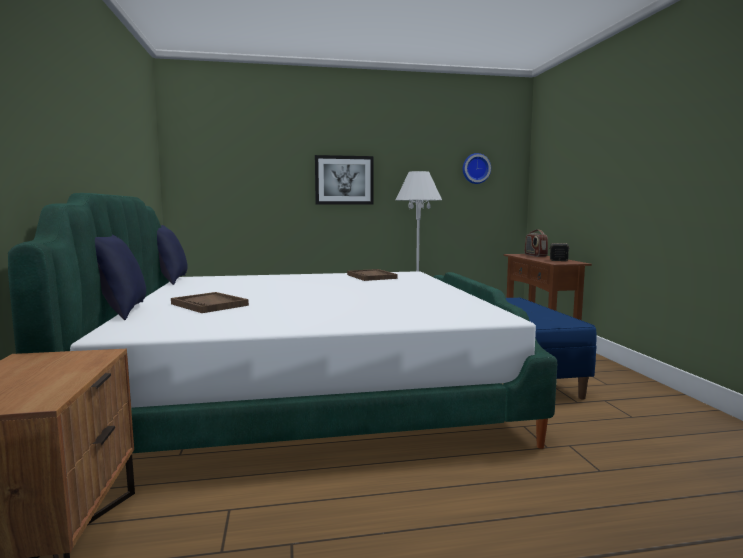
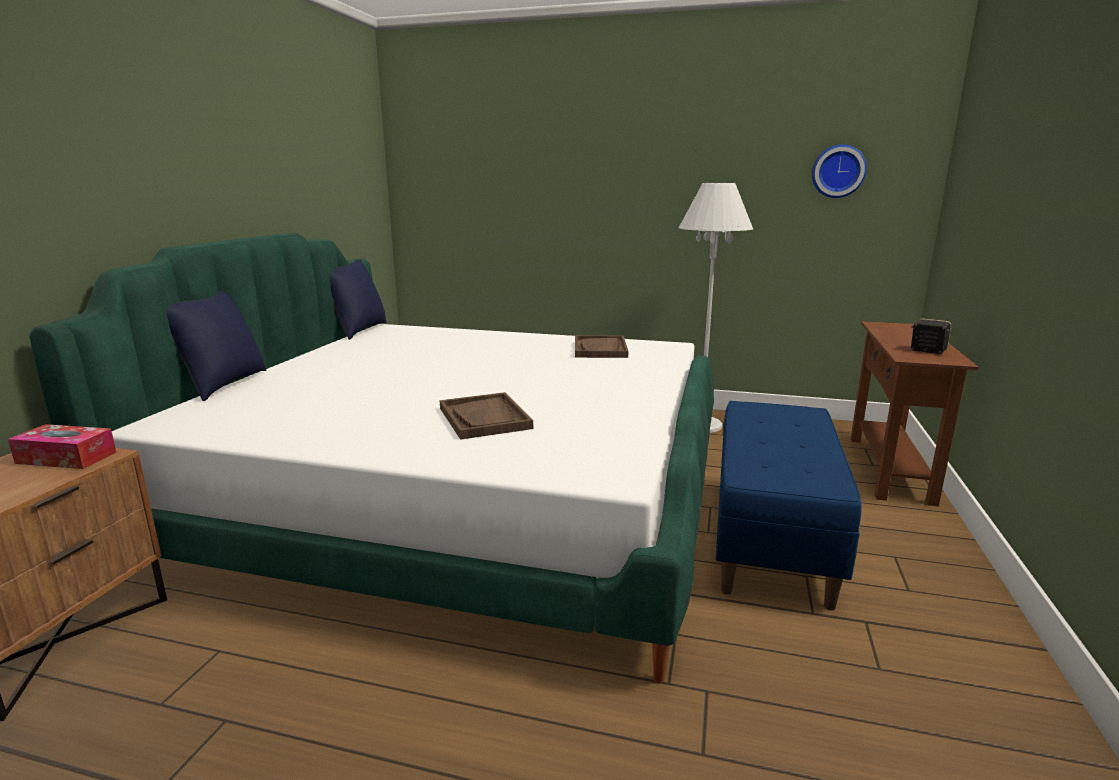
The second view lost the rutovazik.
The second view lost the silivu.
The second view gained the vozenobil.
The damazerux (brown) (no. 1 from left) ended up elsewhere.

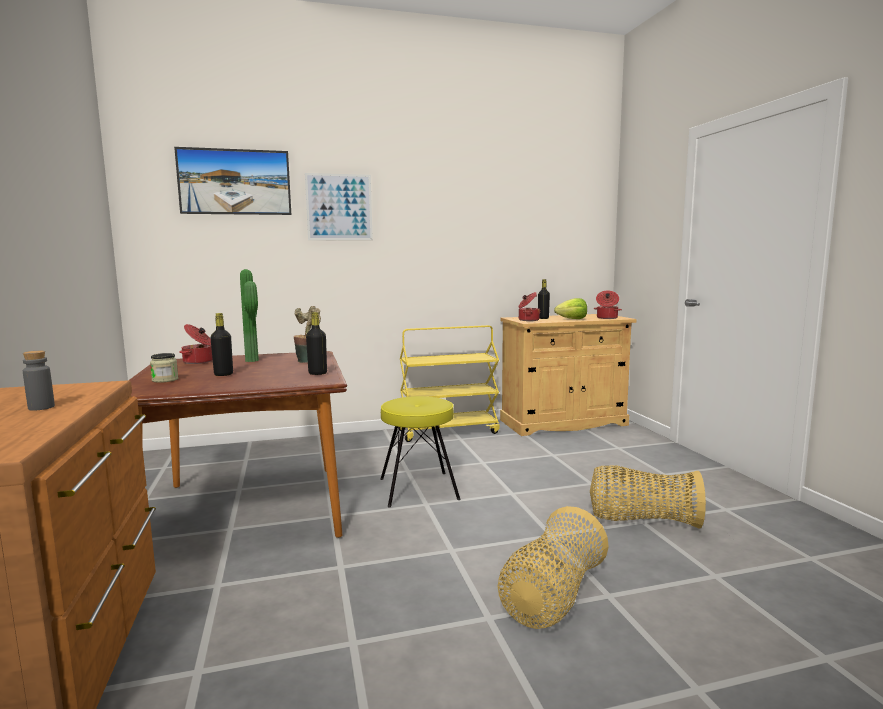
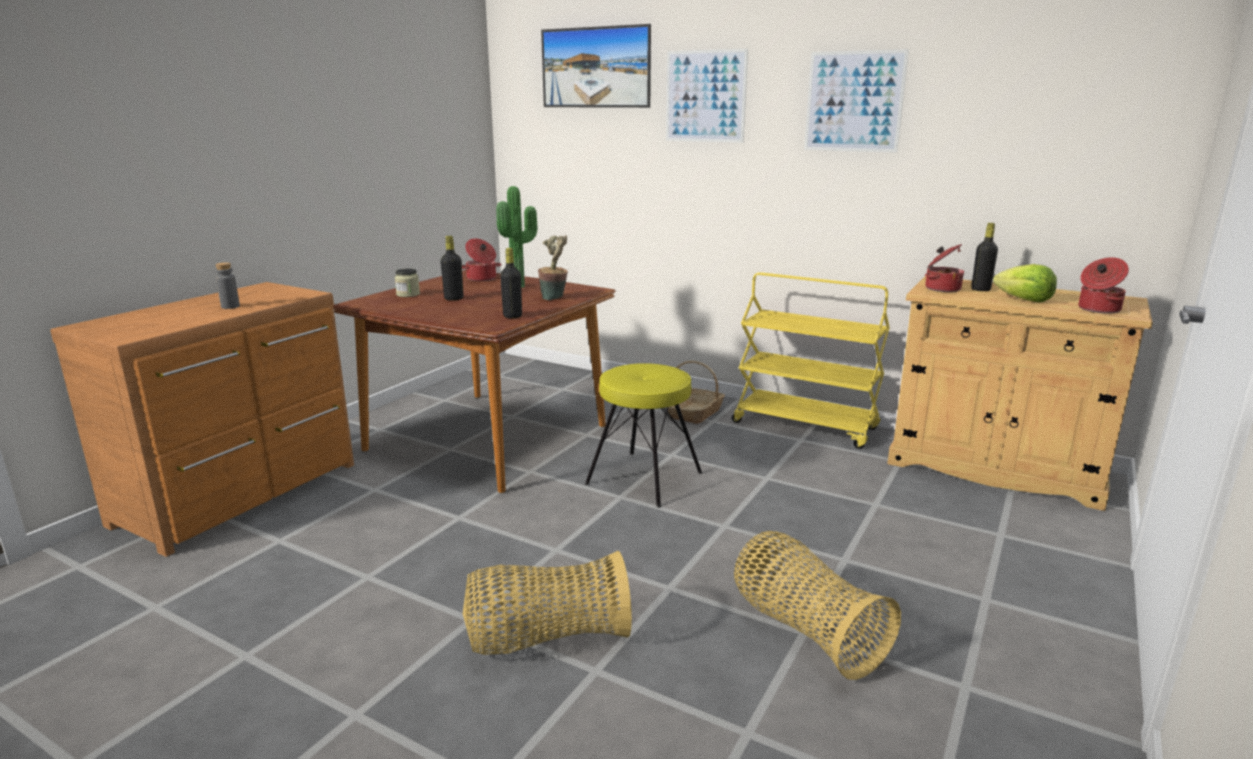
The second view gained the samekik (no. 2 from left).
The second view gained the rutovazik (no. 3 from left).

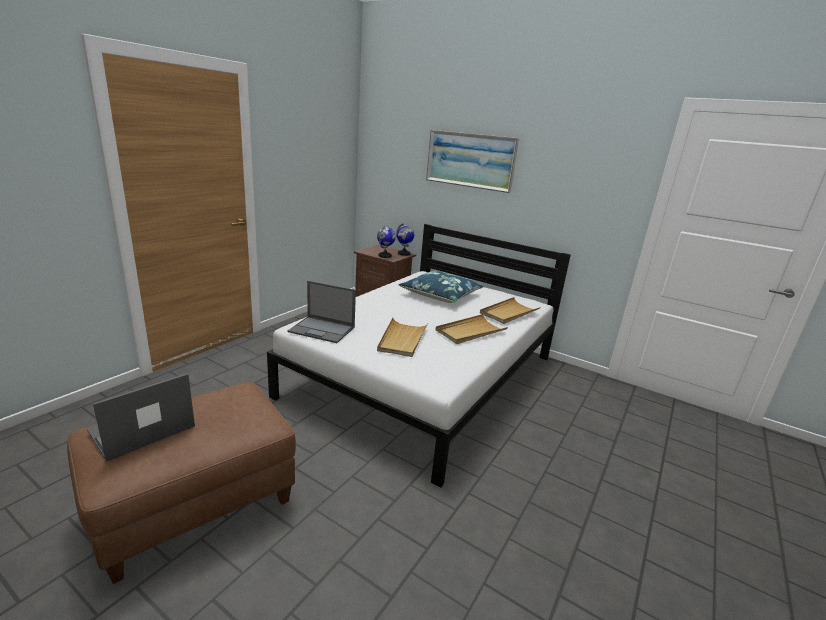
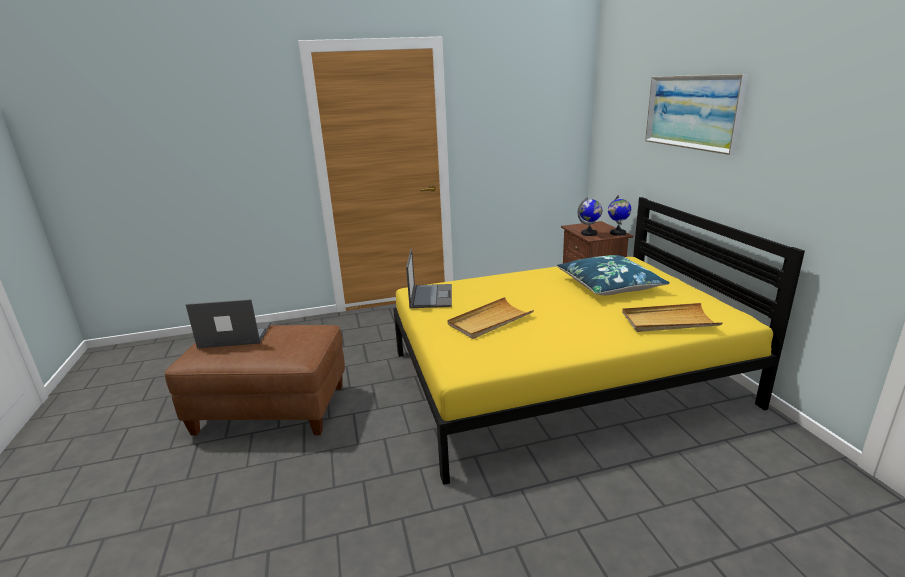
The second view lost the damazerux (beige) (no. 2 from left).
What was the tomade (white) turned into the tomade (yellow).
The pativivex (no. 2 from left) ended up facing another way, 150 degrees counterclockwise from before.

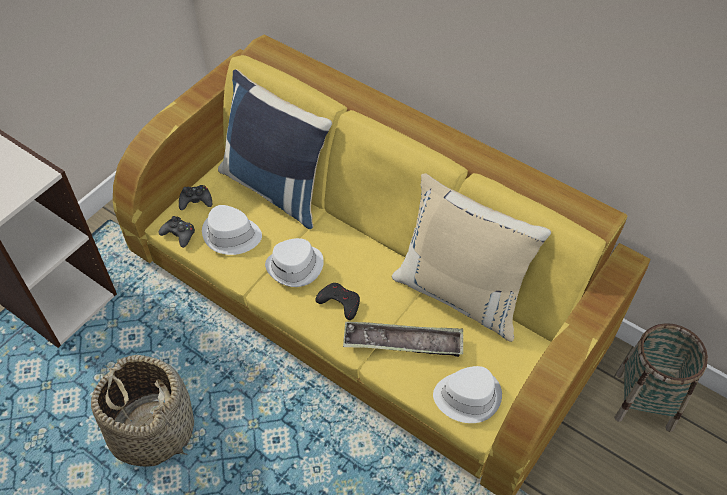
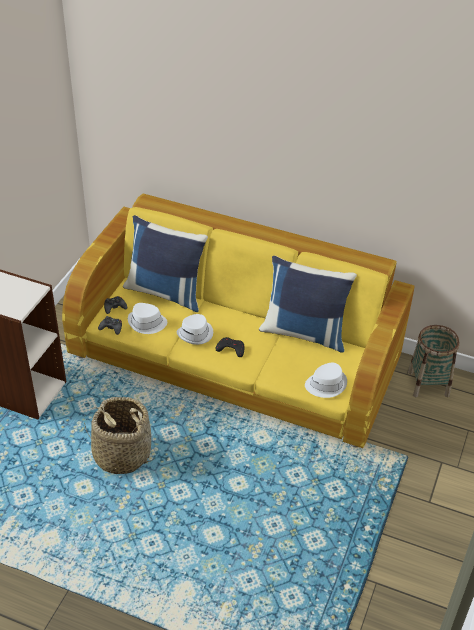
The second view lost the damazerux.
What was the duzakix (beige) turned into the duzakix (blue) (no. 2 from left).

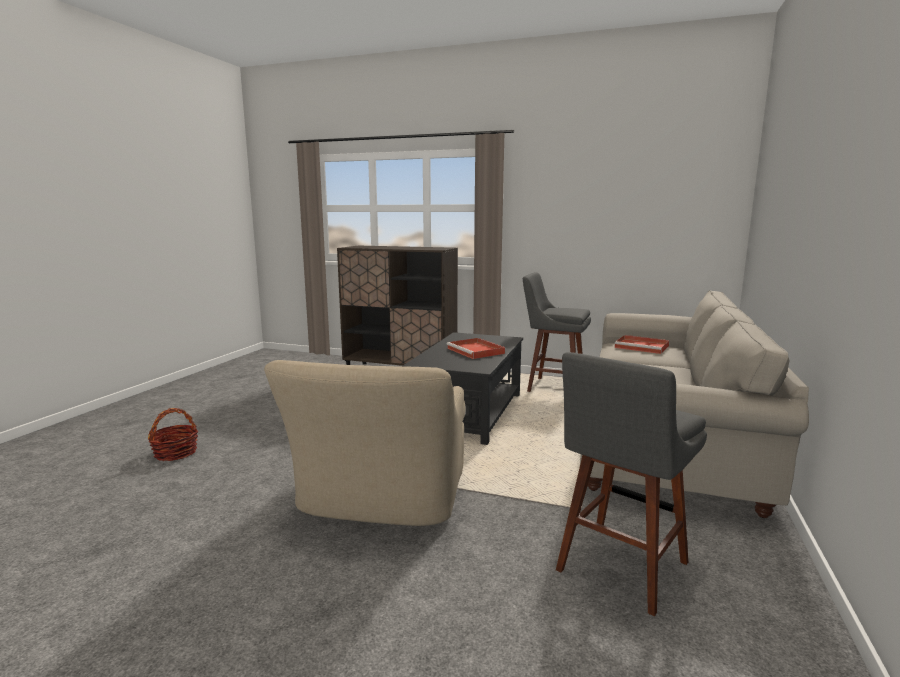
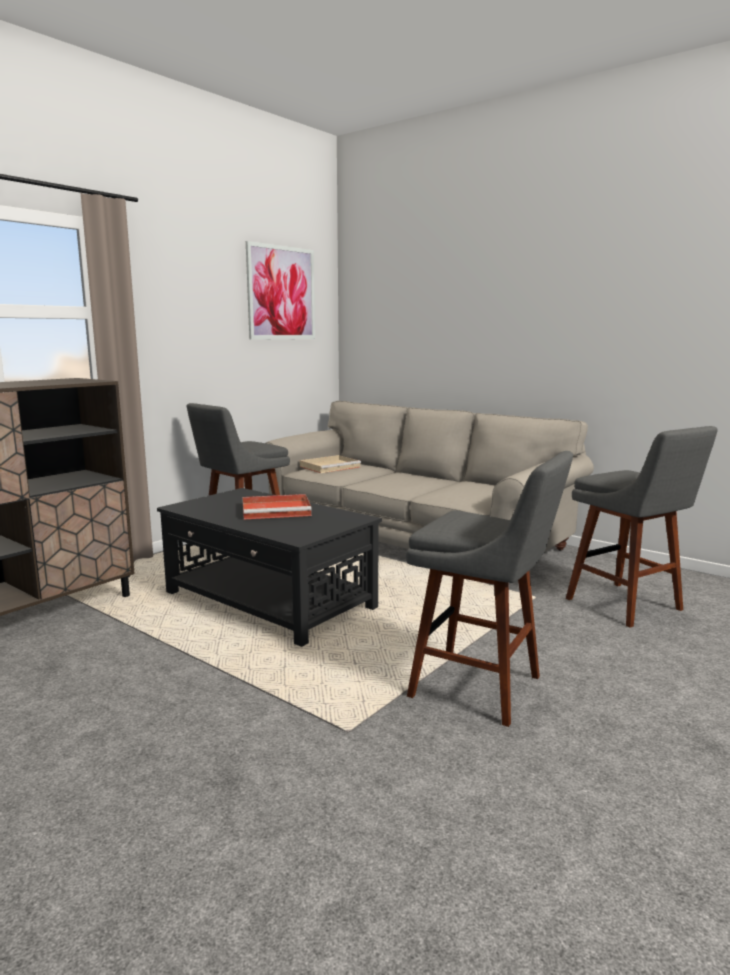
The second view lost the samekik.
The second view gained the rutovazik.
Where the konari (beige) stood, the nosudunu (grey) (no. 2 from left) came to stand.
What was the damazerux (red) (no. 2 from left) turned into the damazerux (beige).

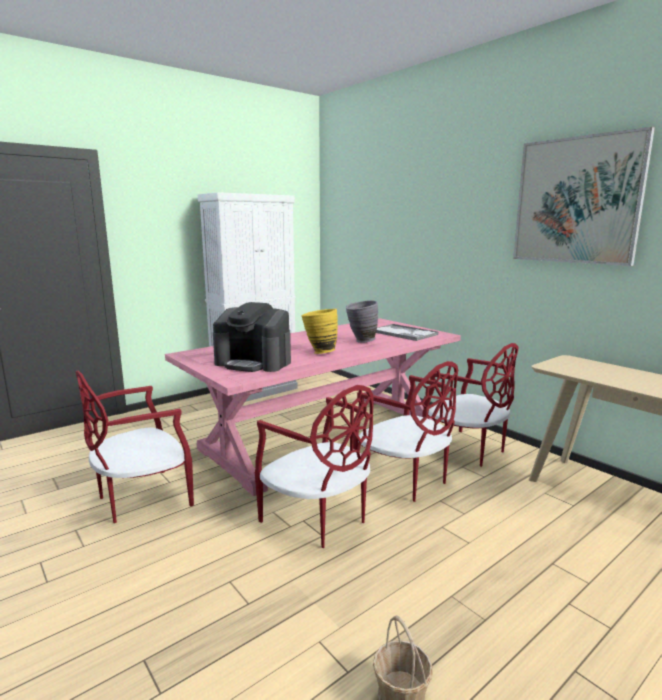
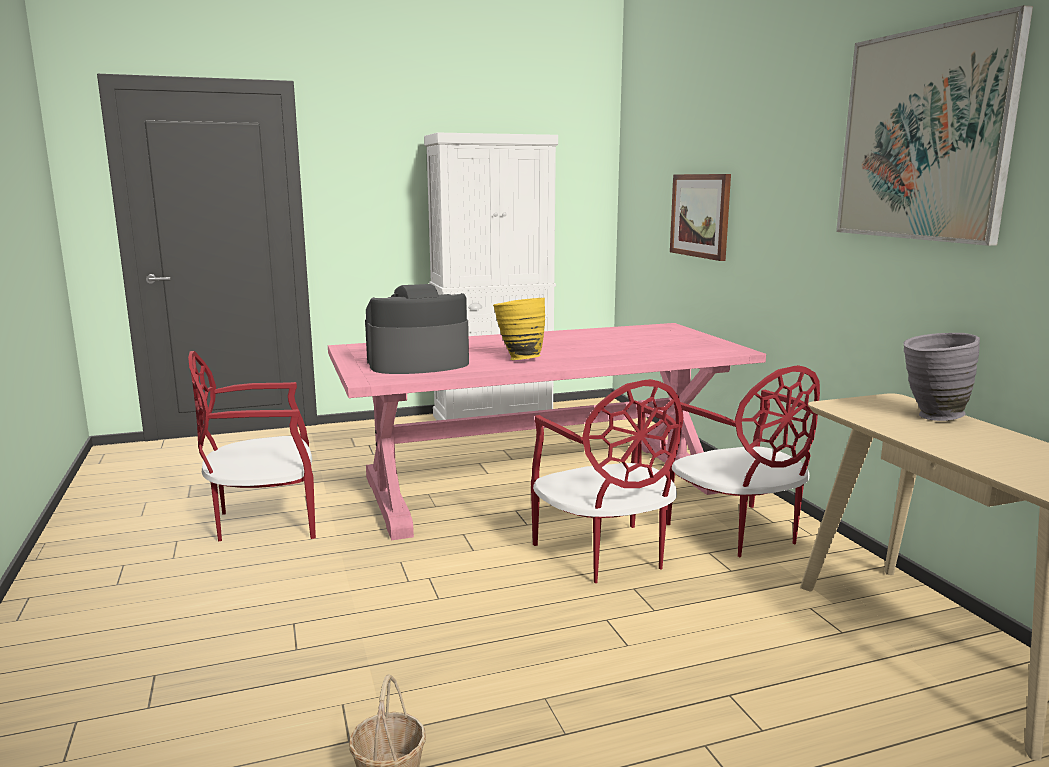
The second view lost the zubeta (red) (no. 2 from left).
The second view lost the damazerux.
The second view gained the rutovazik (no. 1 from left).
The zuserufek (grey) ended up elsewhere.
The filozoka ended up facing another way, 120 degrees clockwise from before.

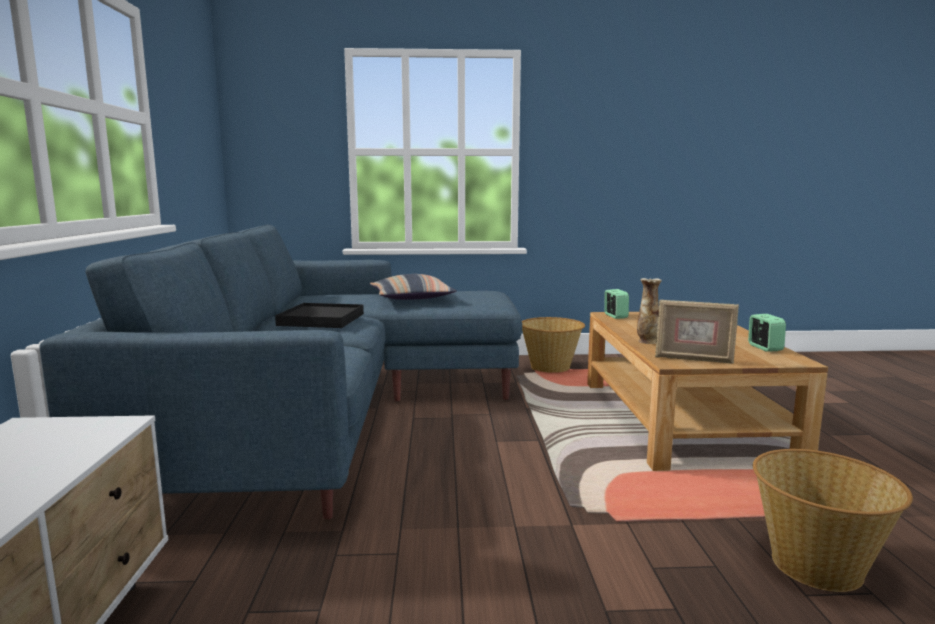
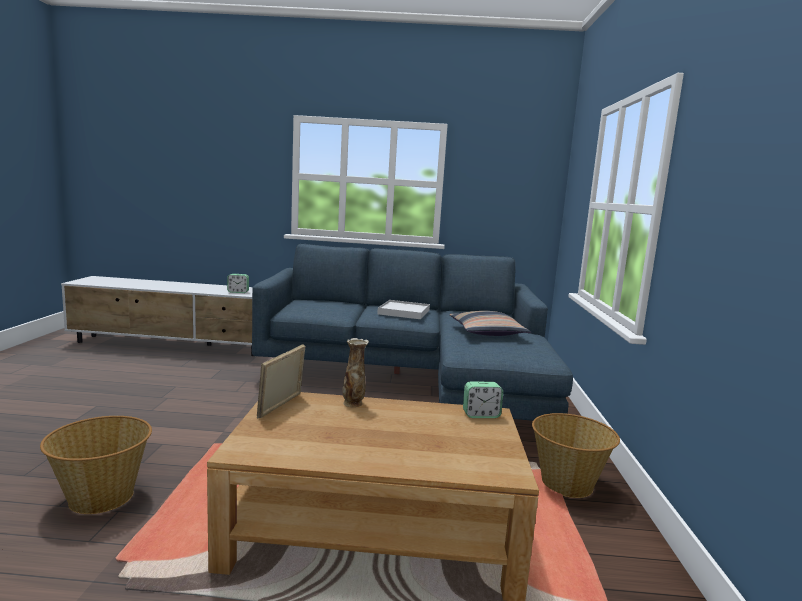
The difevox (no. 2 from left in the first image) ended up elsewhere.
What was the damazerux (black) turned into the damazerux (white).

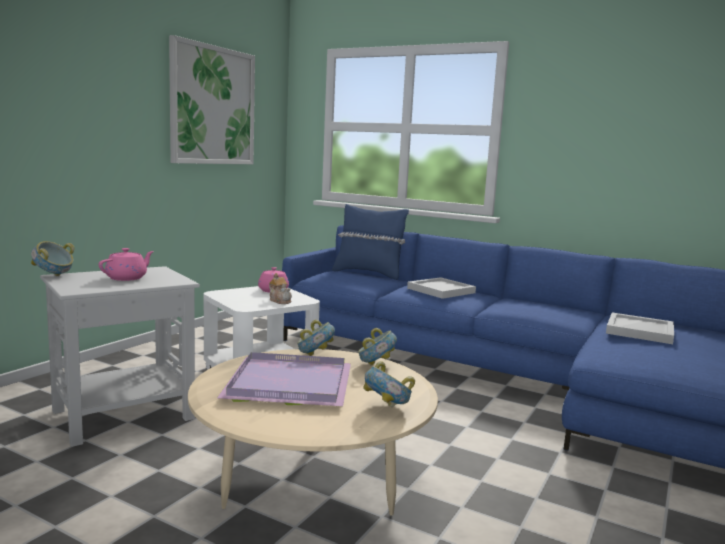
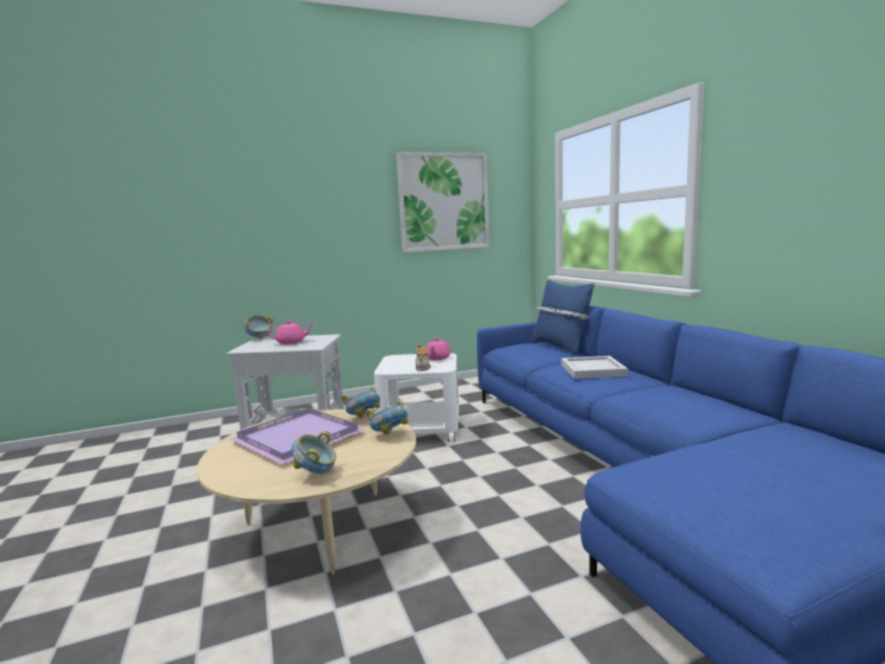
The second view lost the damazerux (white) (no. 2 from left).

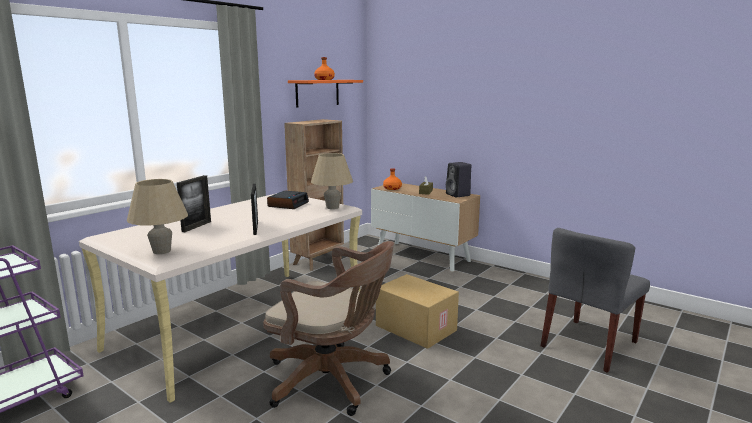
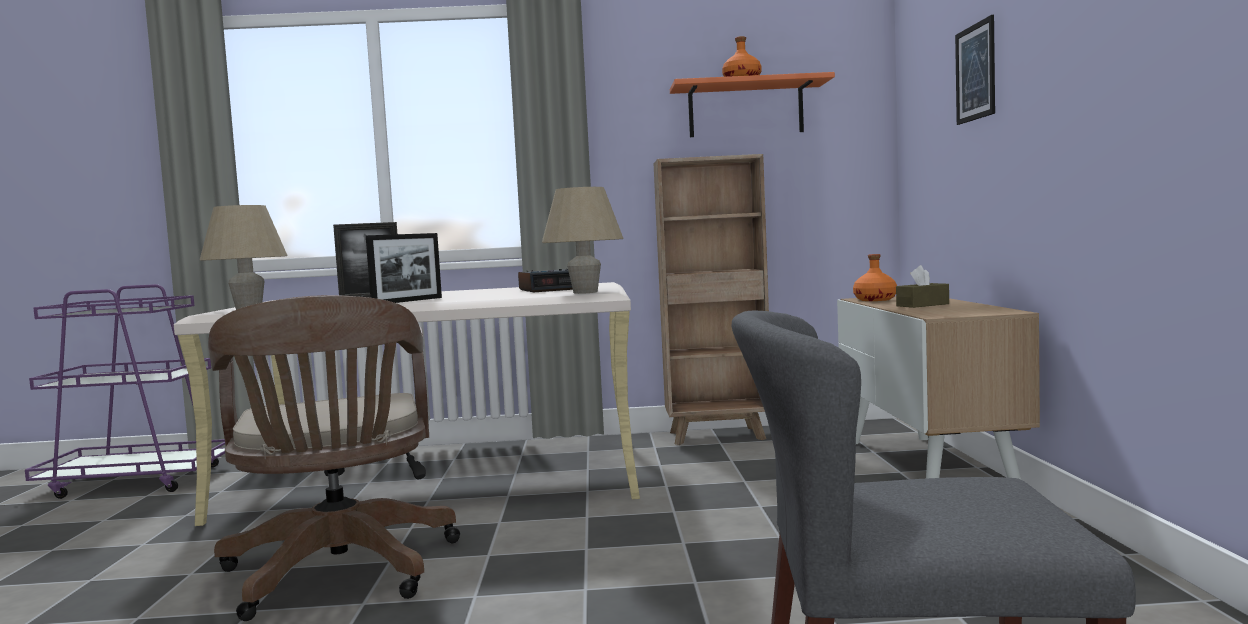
The second view lost the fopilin.
The second view lost the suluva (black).
The second view gained the rutovazik.

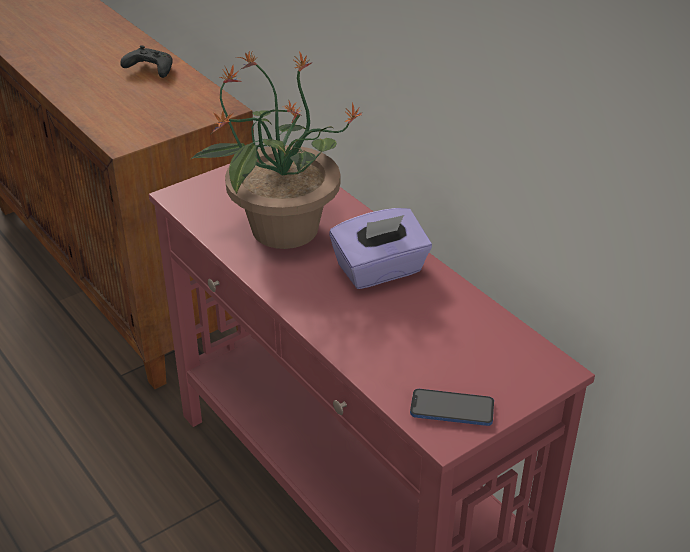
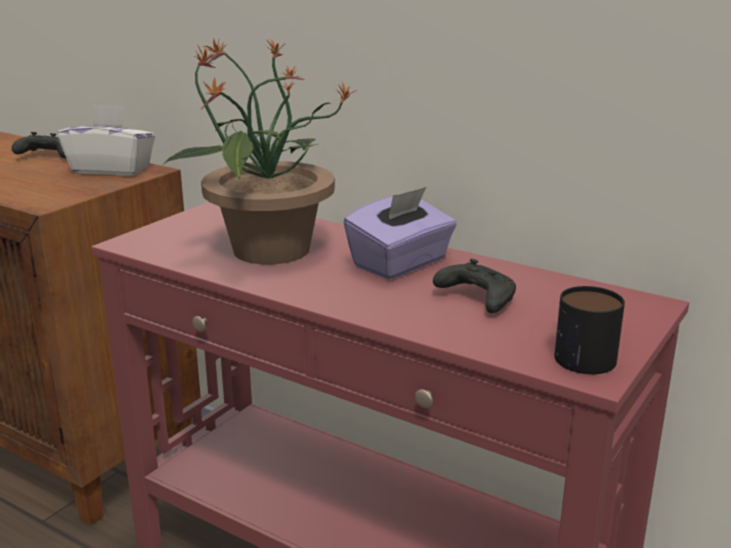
The second view gained the vozenobil (white).
The second view gained the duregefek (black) (no. 2 from left).
Where the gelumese stood, the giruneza came to stand.

